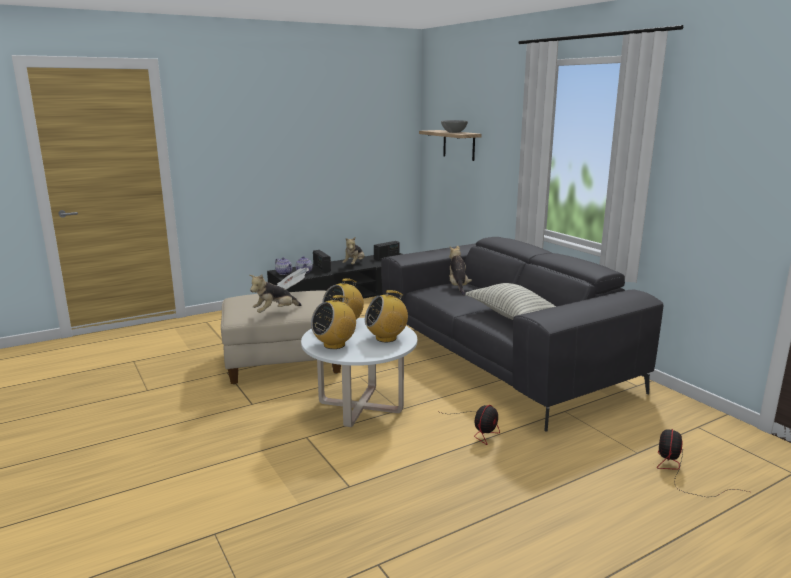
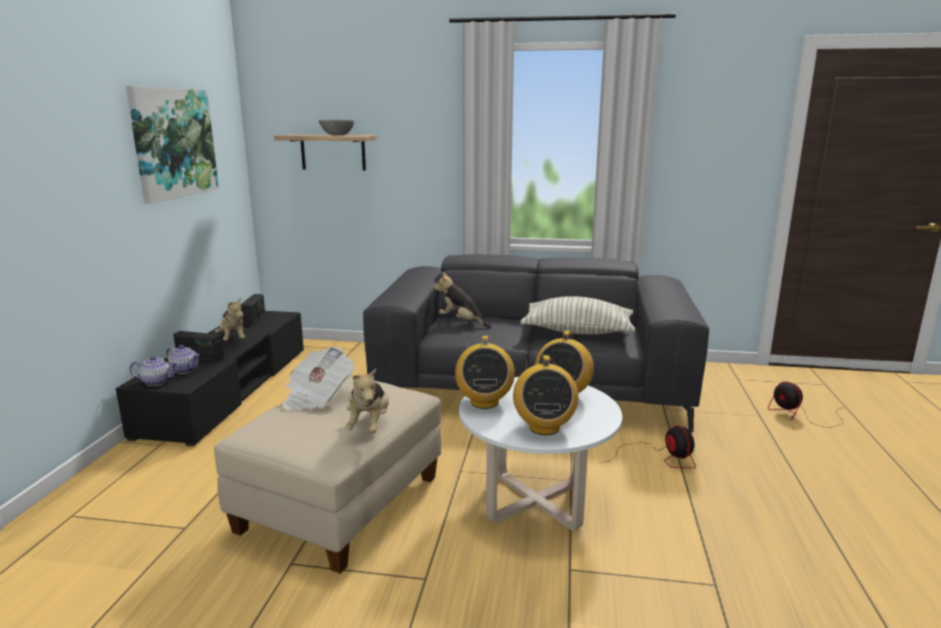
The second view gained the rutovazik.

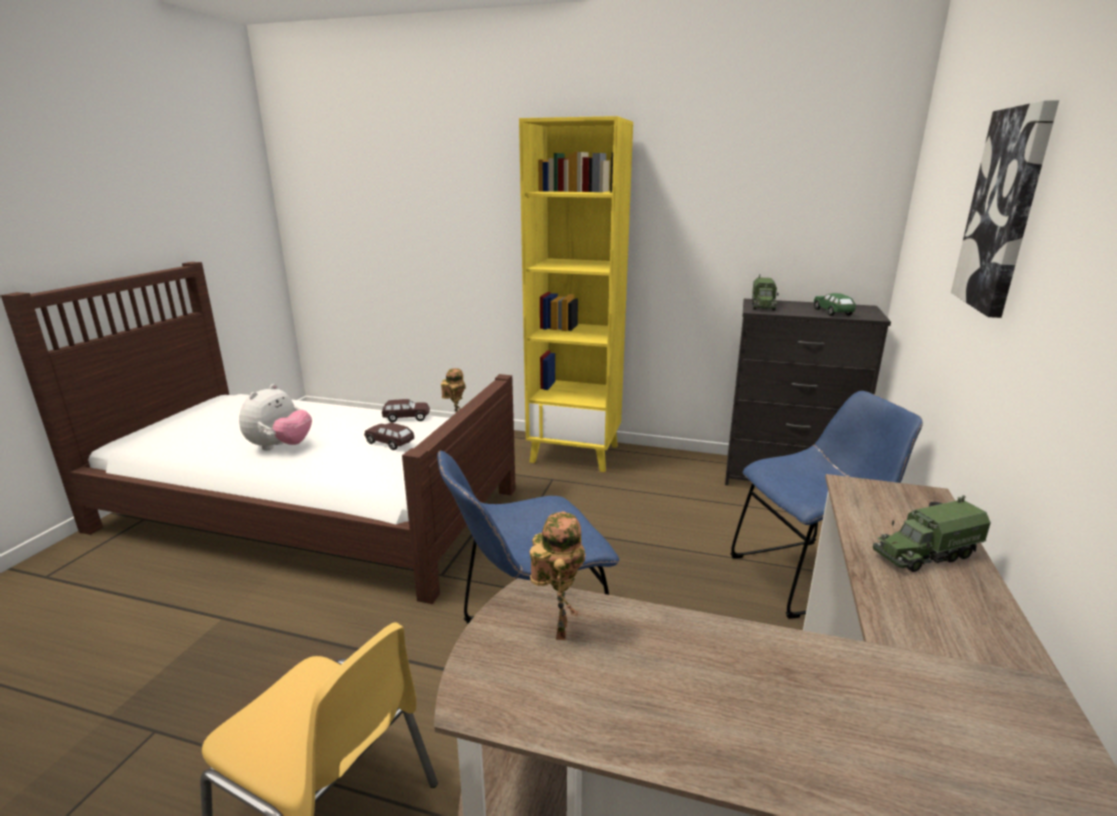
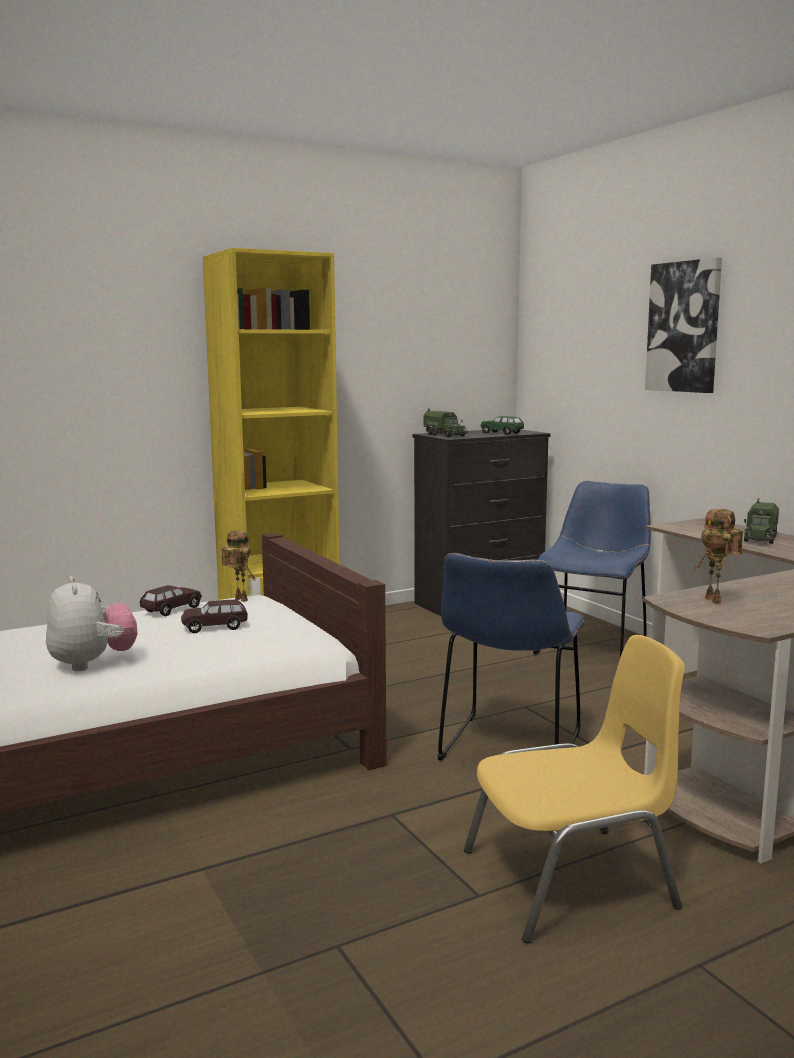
The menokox (no. 2 from left) ended up facing another way, 150 degrees counterclockwise from before.

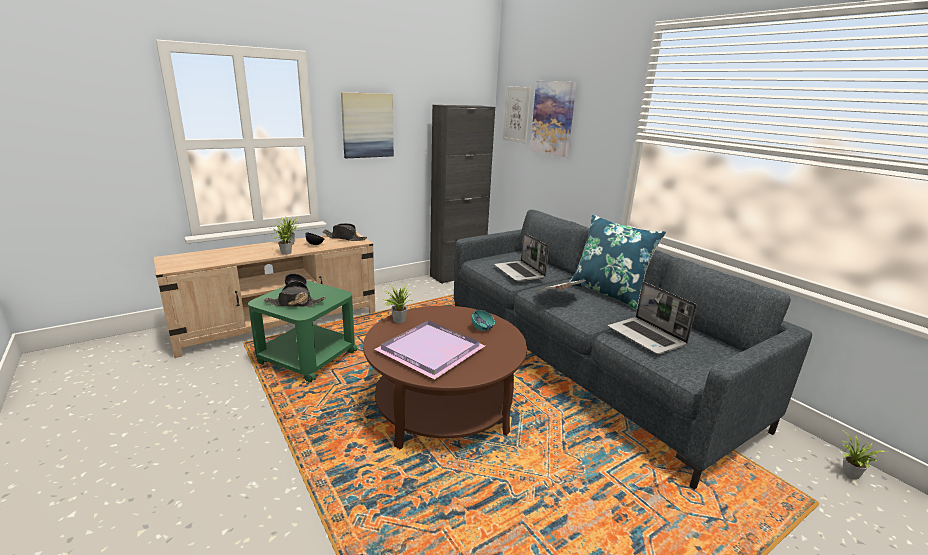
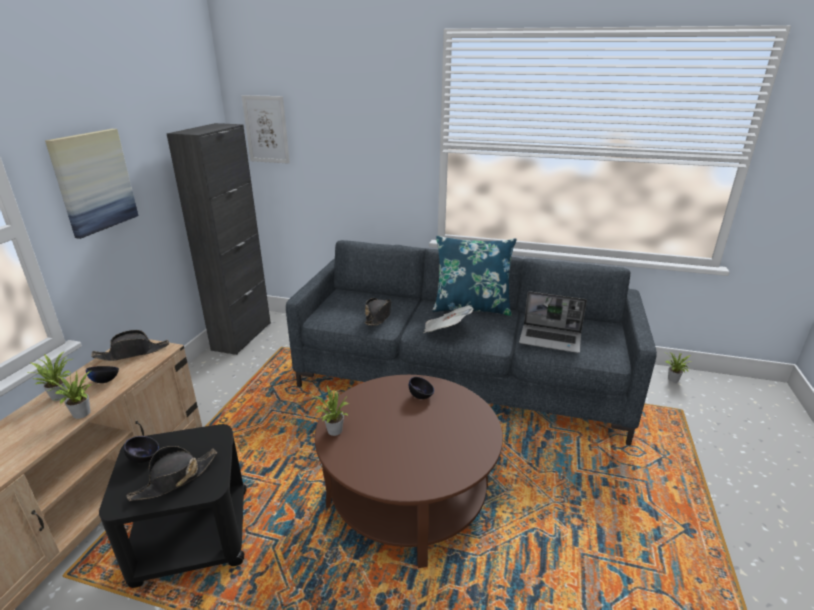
The second view lost the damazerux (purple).
The second view lost the rutovazik (no. 3 from left).
Where the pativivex (no. 1 from left) stood, the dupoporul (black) (no. 3 from left) came to stand.
What was the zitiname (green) turned into the zitiname (black).
What was the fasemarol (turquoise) turned into the fasemarol (black) (no. 3 from left).

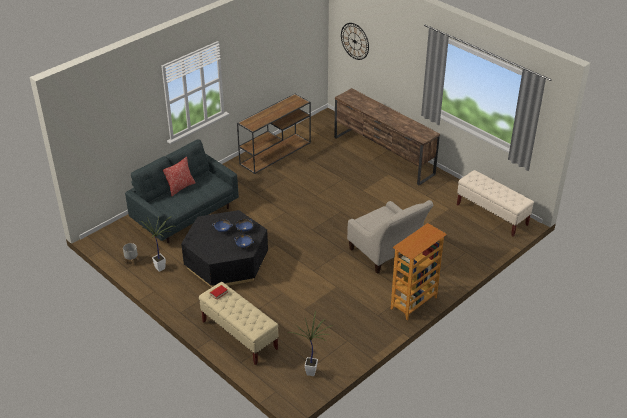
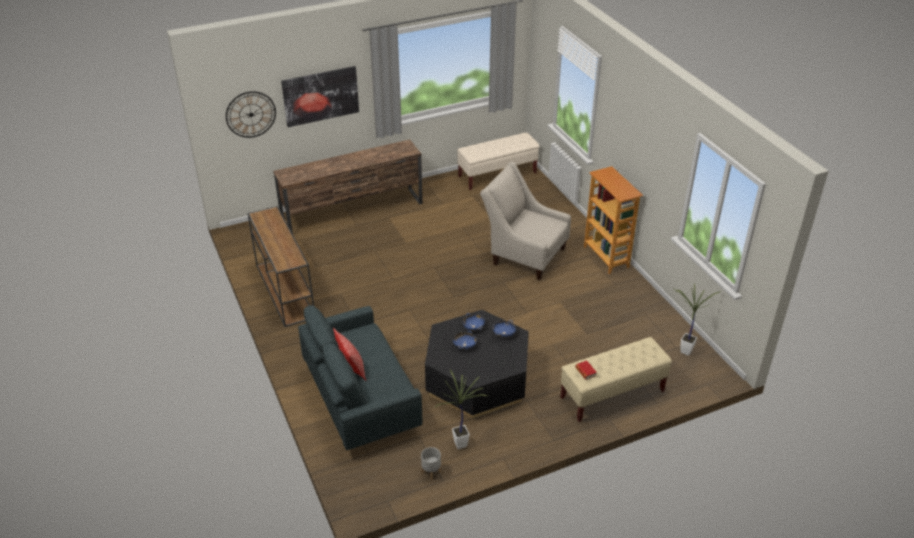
The second view gained the rutovazik.
The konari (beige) ended up facing another way, 135 degrees counterclockwise from before.

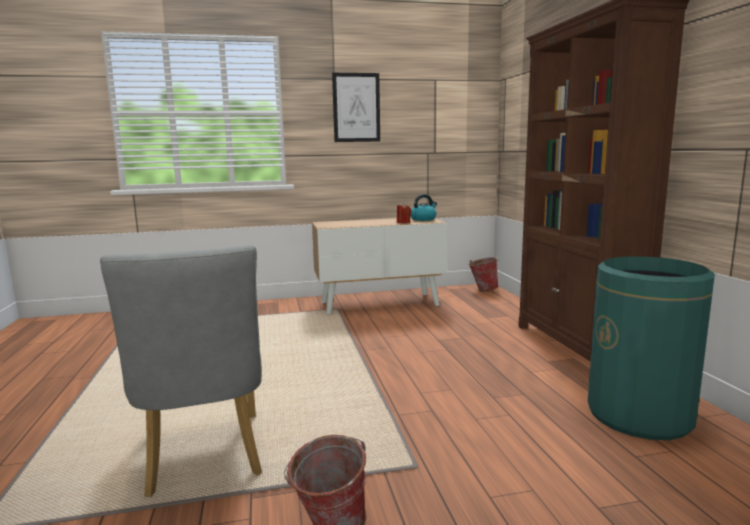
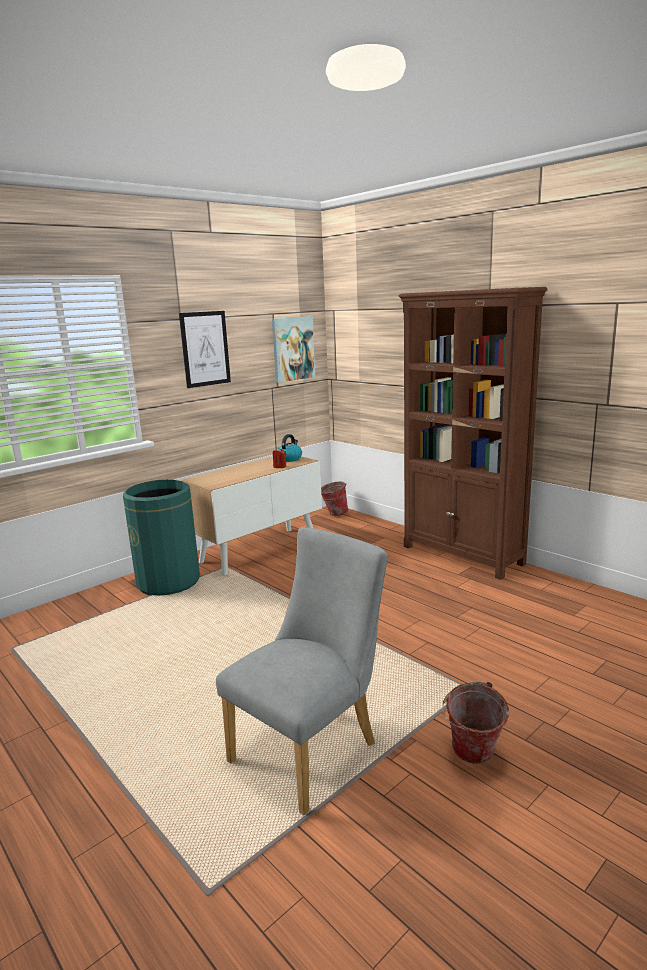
The second view gained the rutovazik (no. 2 from left).
The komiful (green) ended up elsewhere.
The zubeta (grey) ended up facing another way, 90 degrees counterclockwise from before.

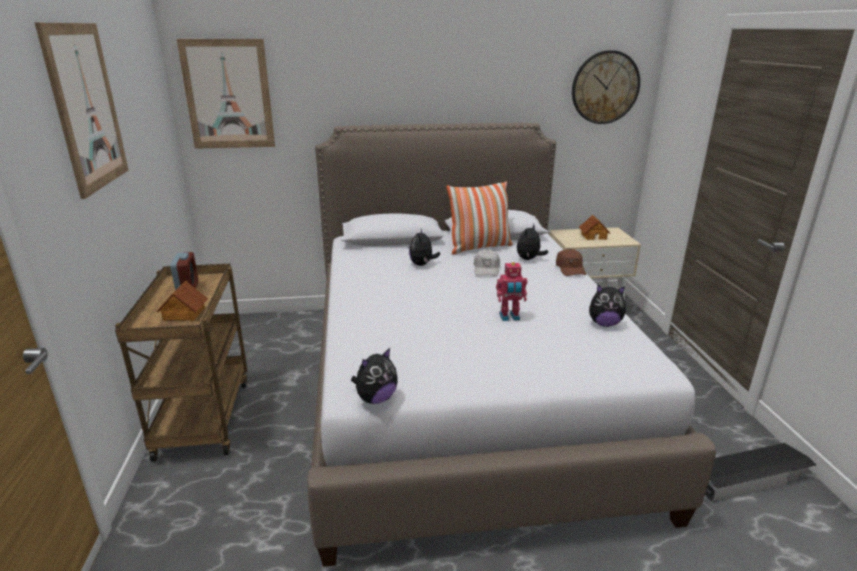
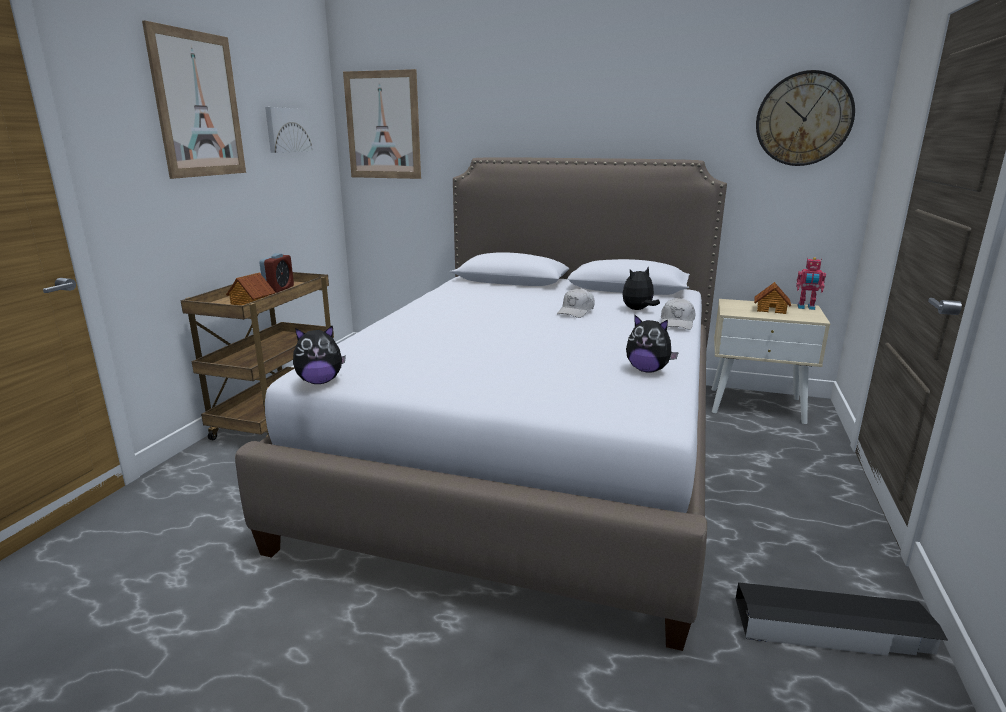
The second view lost the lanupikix (no. 2 from left).
The second view lost the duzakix.
The second view gained the rutovazik (no. 2 from left).
The menokox ended up elsewhere.
What was the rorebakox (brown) turned into the rorebakox (white) (no. 2 from left).

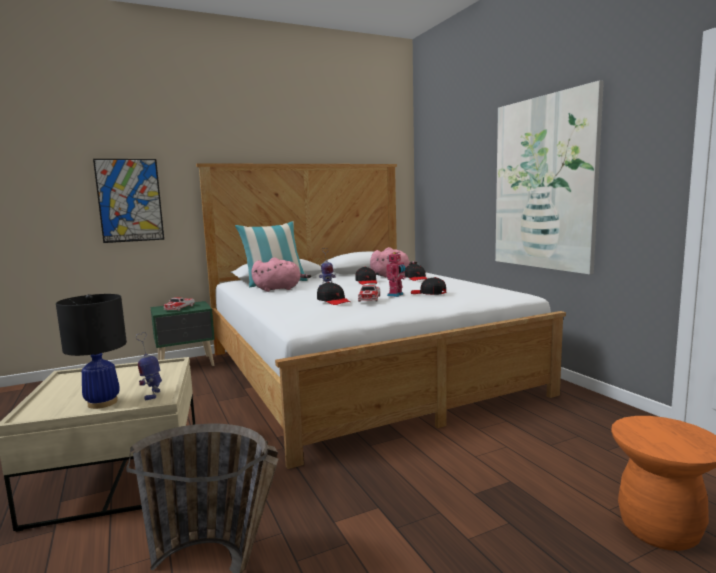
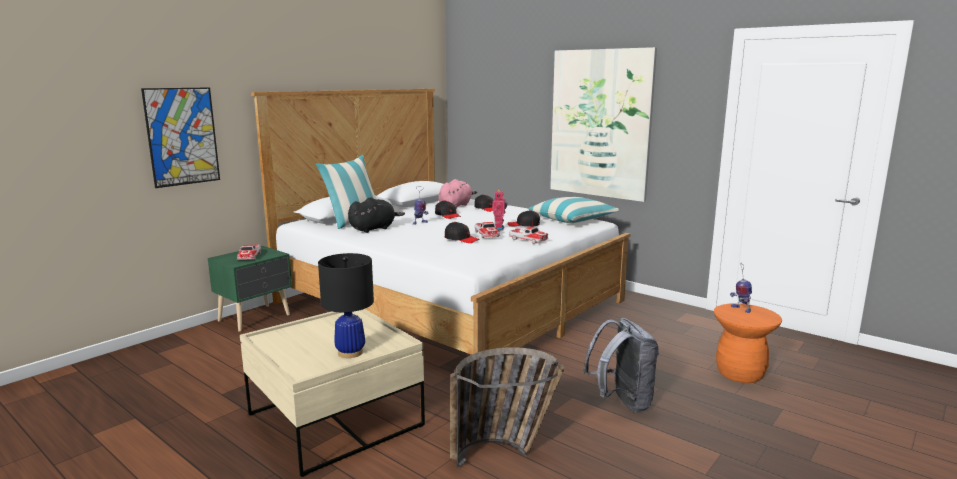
The second view gained the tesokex (no. 3 from left).
The second view gained the duzakix (no. 2 from left).
The second view gained the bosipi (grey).
The menokox (no. 1 from left in the first image) ended up elsewhere.
What was the lanupikix (pink) (no. 1 from left) turned into the lanupikix (black).

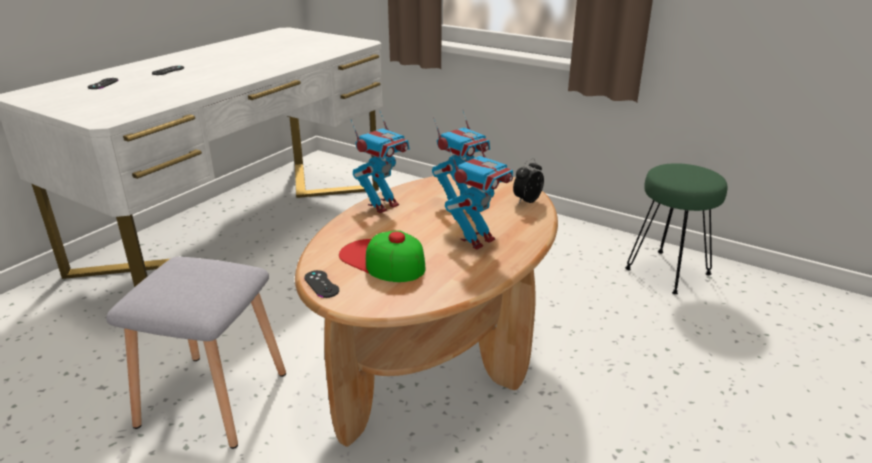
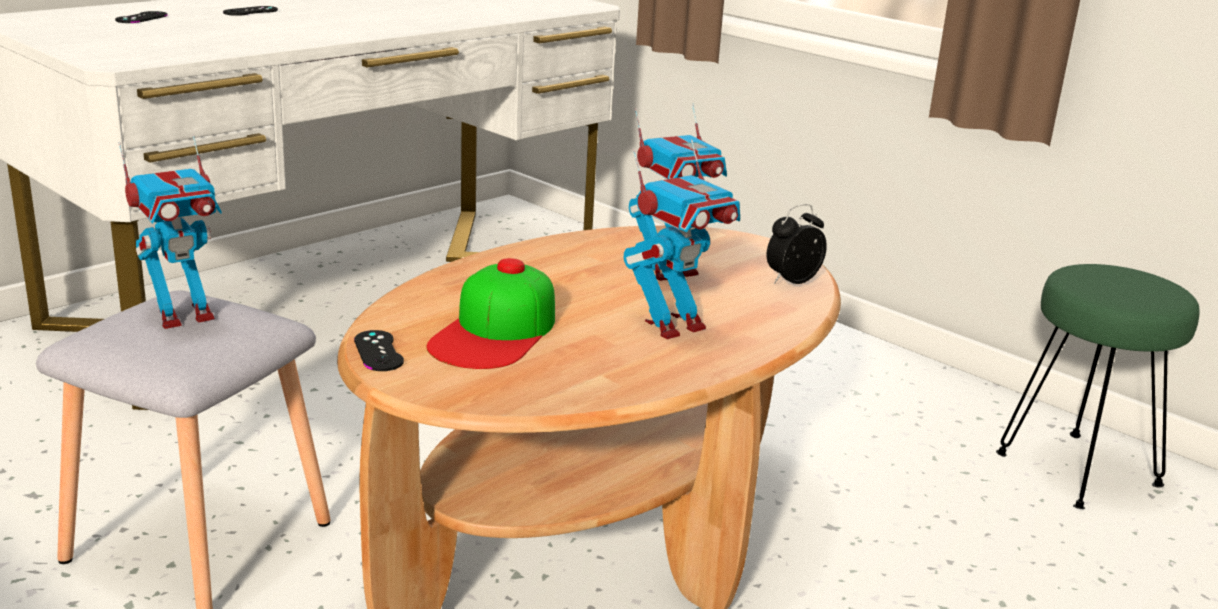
The menokox (no. 1 from left) ended up elsewhere.
The rorebakox ended up facing another way, 120 degrees counterclockwise from before.

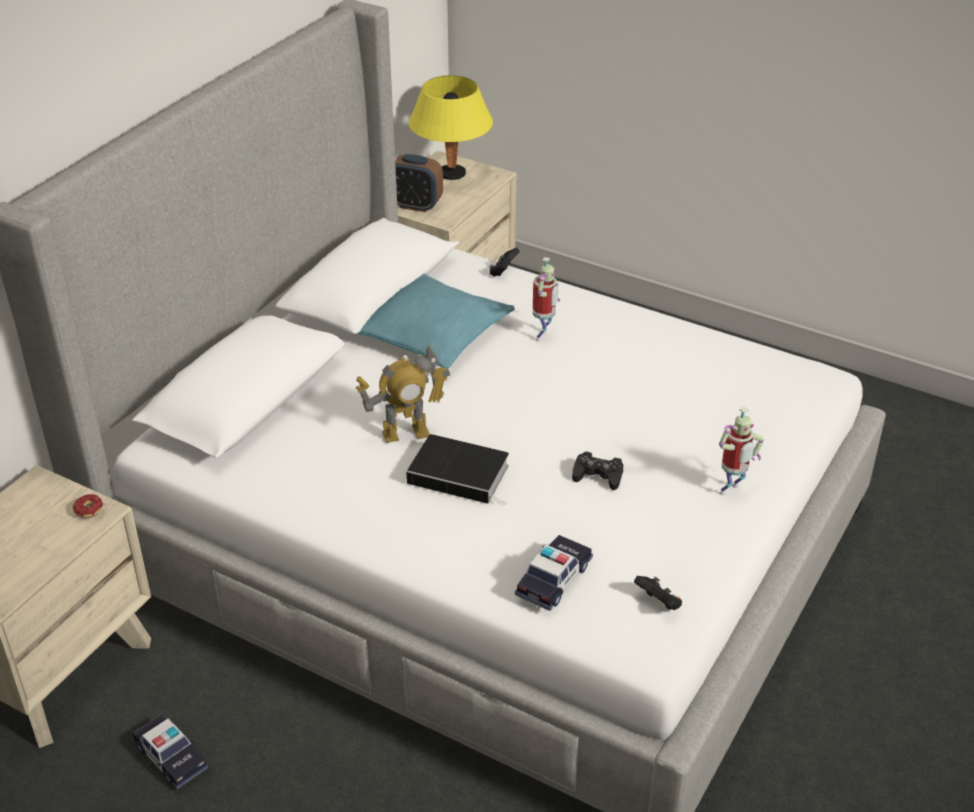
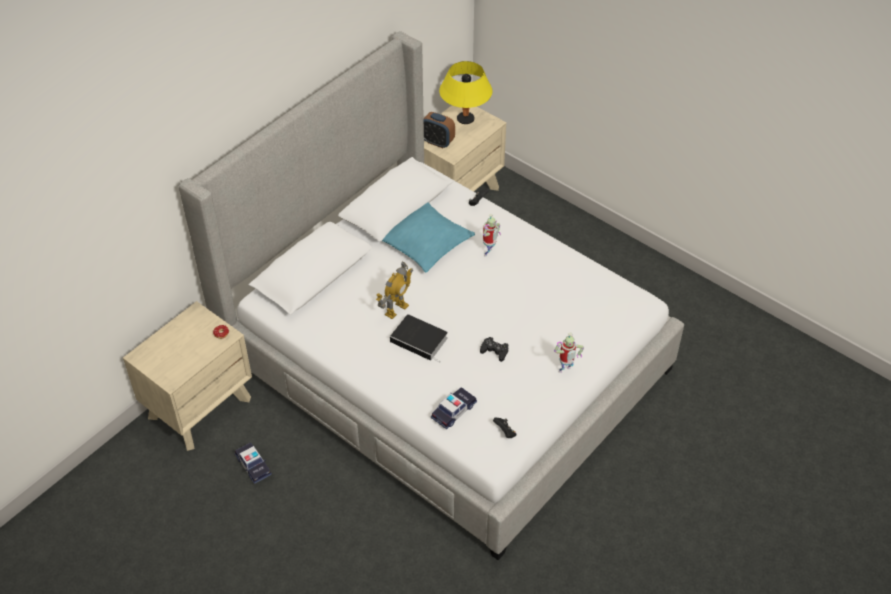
The menokox (no. 1 from left) ended up facing another way, 45 degrees counterclockwise from before.

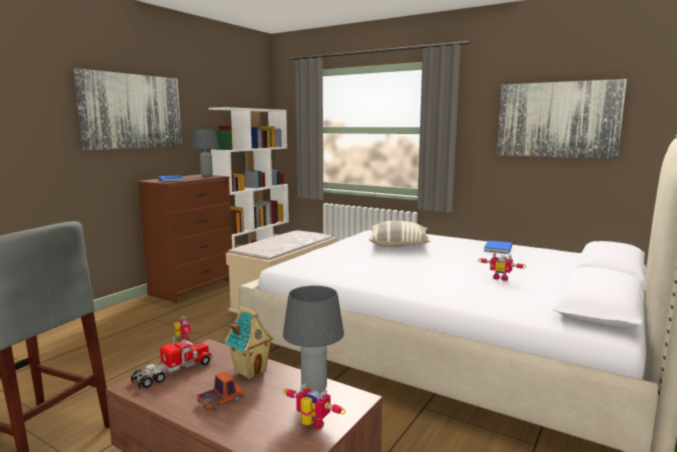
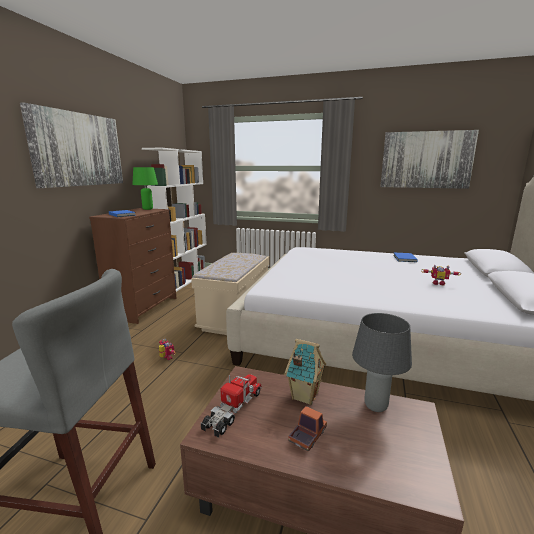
The second view lost the menokox (no. 2 from left).
The second view lost the duzakix.
What was the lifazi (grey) (no. 1 from left) turned into the lifazi (green).

